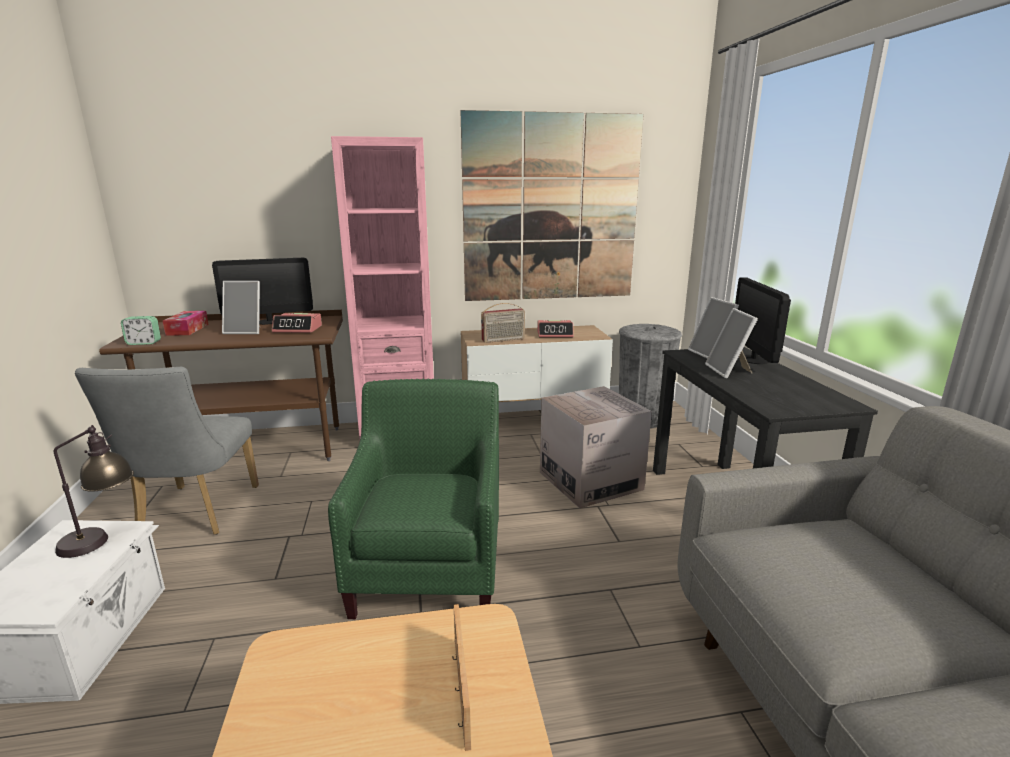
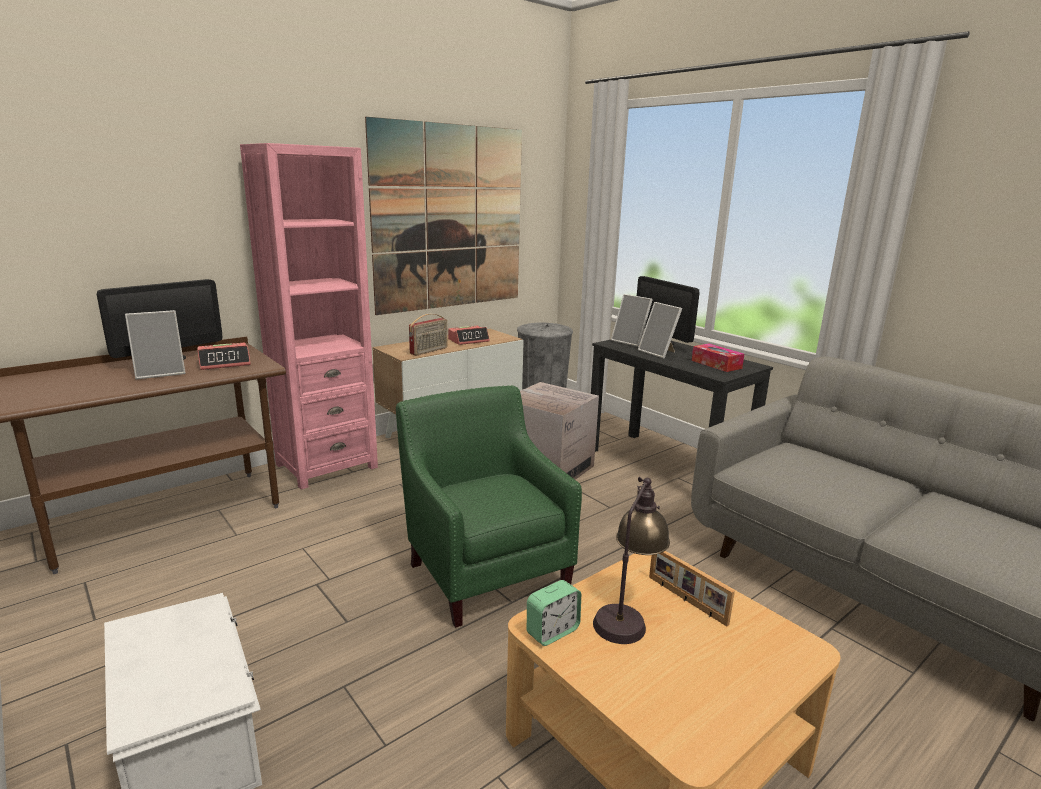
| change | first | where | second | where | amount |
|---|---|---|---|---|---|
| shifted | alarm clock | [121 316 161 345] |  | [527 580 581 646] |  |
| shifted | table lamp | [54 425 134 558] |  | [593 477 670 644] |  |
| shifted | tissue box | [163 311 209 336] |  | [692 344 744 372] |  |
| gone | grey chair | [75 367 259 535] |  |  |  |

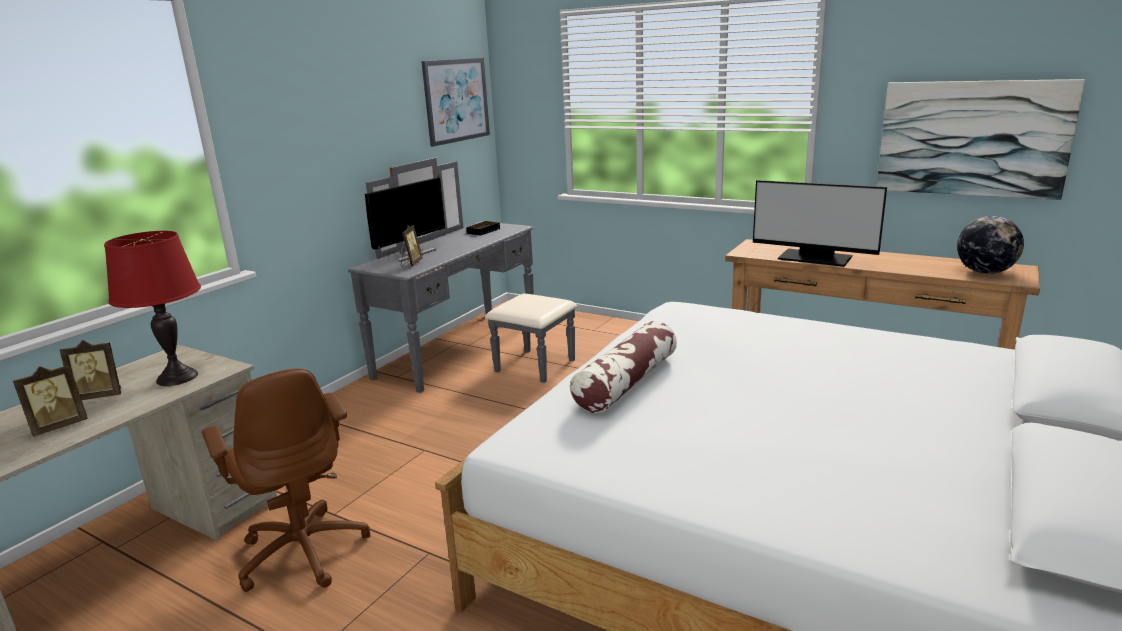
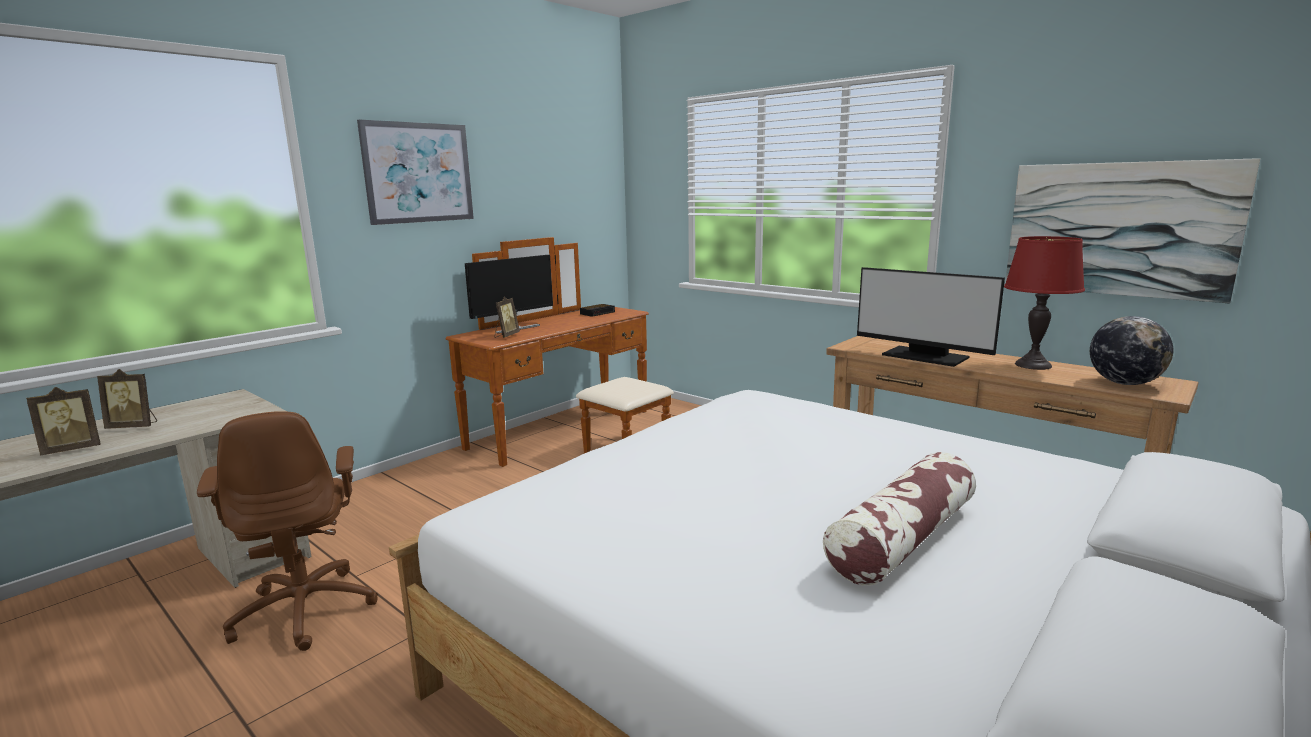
| change | first | where | second | where | amount |
|---|---|---|---|---|---|
| shifted | picture | [421 58 490 147] |  | [357 120 474 225] |  |
| repainted | grey dresser | [348 158 577 393] | brown dresser | [446 237 674 467] |  |
| shifted | pillow | [570 321 677 413] |  | [823 452 976 586] |  |
| shifted | red table lamp | [104 231 201 386] |  | [1004 236 1085 370] |  |

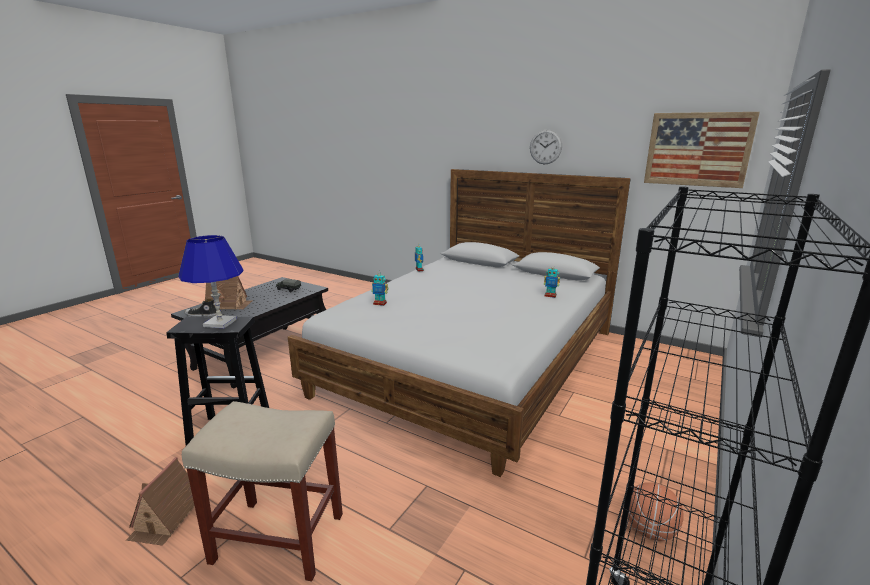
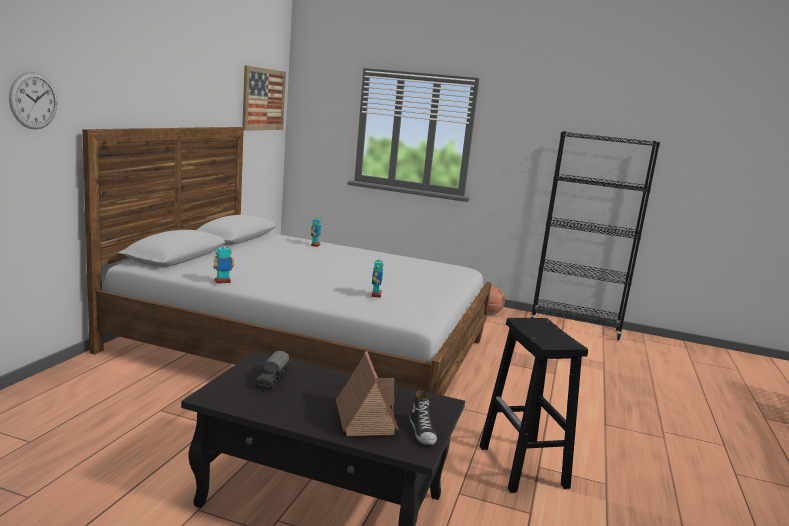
| change | first | where | second | where | amount |
|---|---|---|---|---|---|
| shifted | wall clock | [530 130 562 164] |  | [9 72 57 129] |  |
| gone | toy house | [126 457 195 546] |  |  |  |
| gone | blue table lamp | [179 235 244 328] |  |  |  |
| gone | beige stool | [182 401 343 581] |  |  |  |

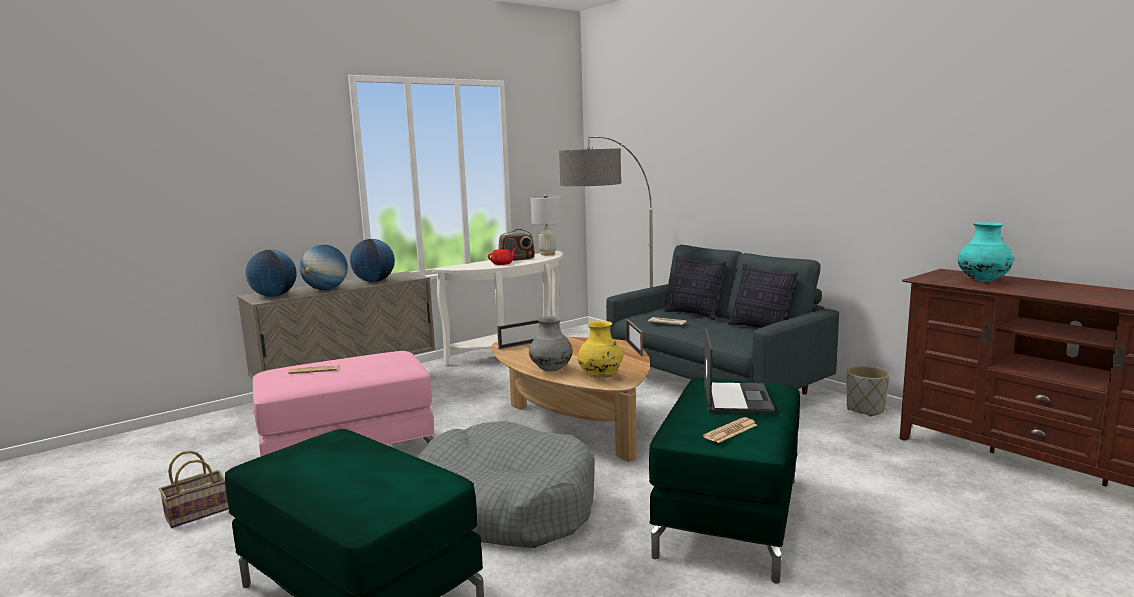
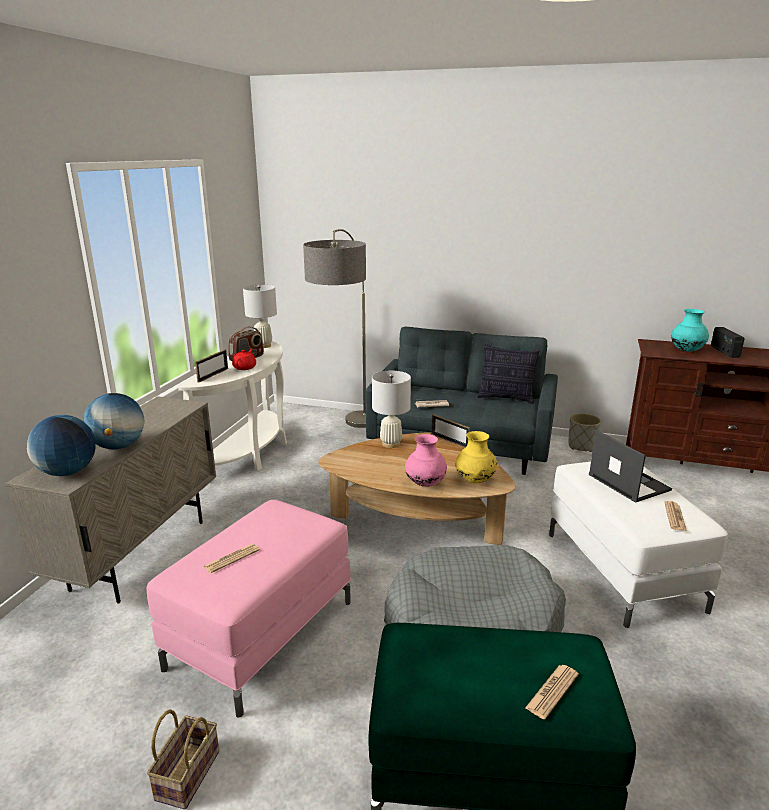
| change | first | where | second | where | amount |
|---|---|---|---|---|---|
| shifted | picture frame | [497 319 540 350] |  | [195 349 228 383] |  |
| new |  |  | white table lamp | [372 371 411 448] |  |
| repainted | grey vase | [529 316 573 371] | pink vase | [405 434 447 487] |  |
| new |  |  | newspaper | [525 665 579 719] |  |
| repainted | green ottoman | [649 377 800 584] | white ottoman | [549 462 728 628] |  |
| new |  |  | radio | [711 327 745 358] |  |
| gone | globe | [350 239 395 282] |  |  |  |
| gone | pillow | [664 255 726 320] |  |  |  |

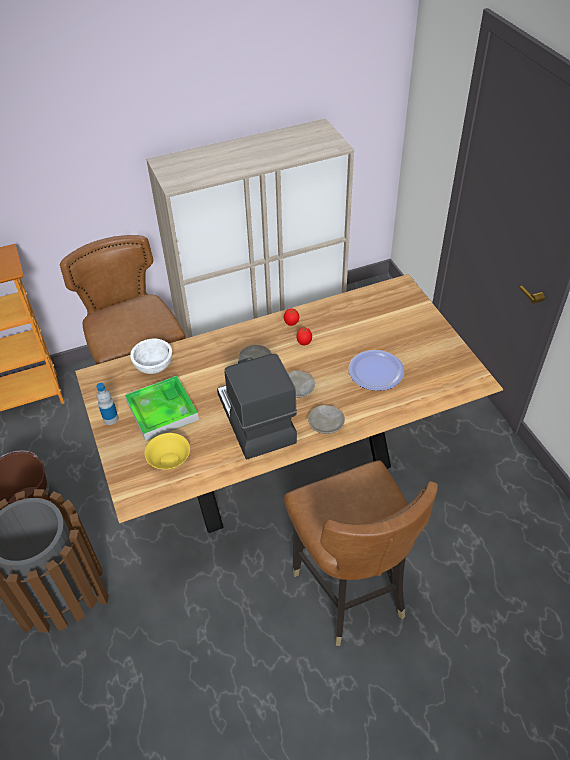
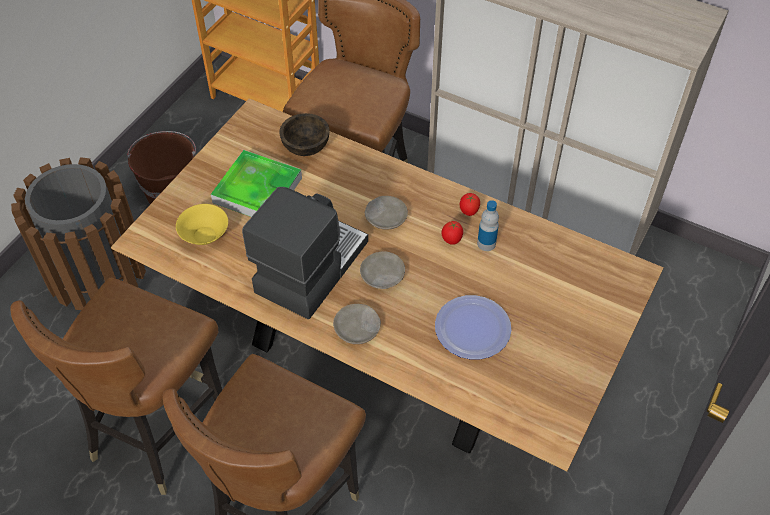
| change | first | where | second | where | amount |
|---|---|---|---|---|---|
| new |  |  | brown chair | [10 278 222 495] |  |
| repainted | white bowl | [130 339 172 374] | brown bowl | [279 113 330 156] |  |
| shifted | bottle | [96 383 119 425] |  | [477 200 499 251] |  |

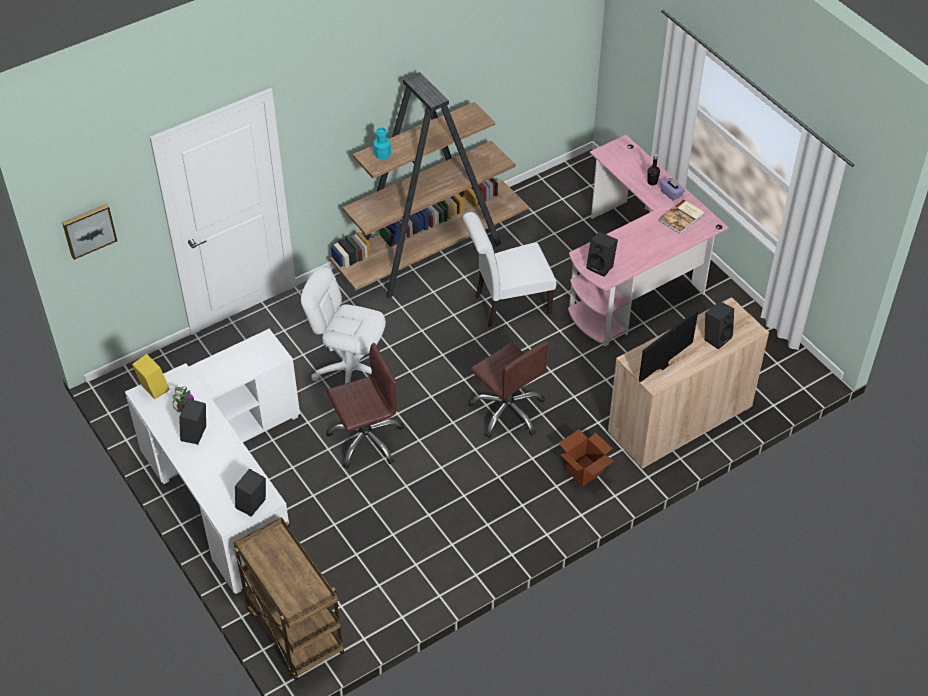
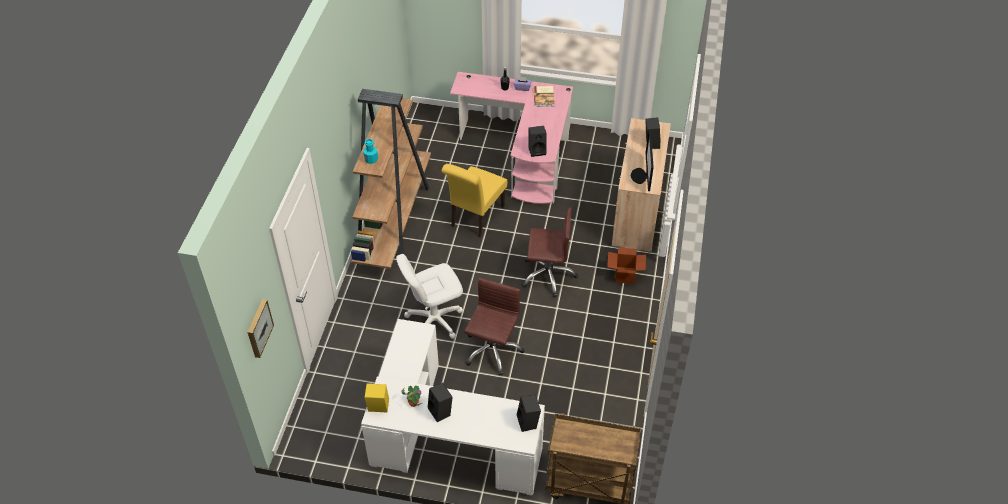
| change | first | where | second | where | amount |
|---|---|---|---|---|---|
| repainted | white chair | [463 212 557 327] | yellow chair | [442 164 507 238] |  |

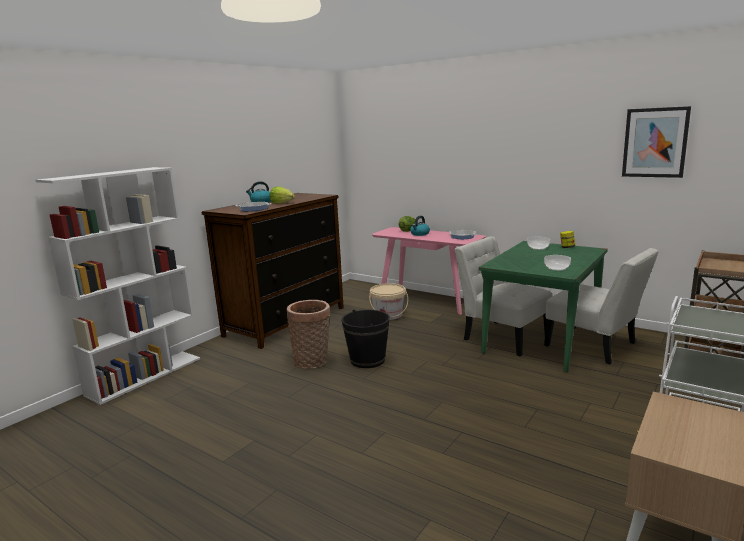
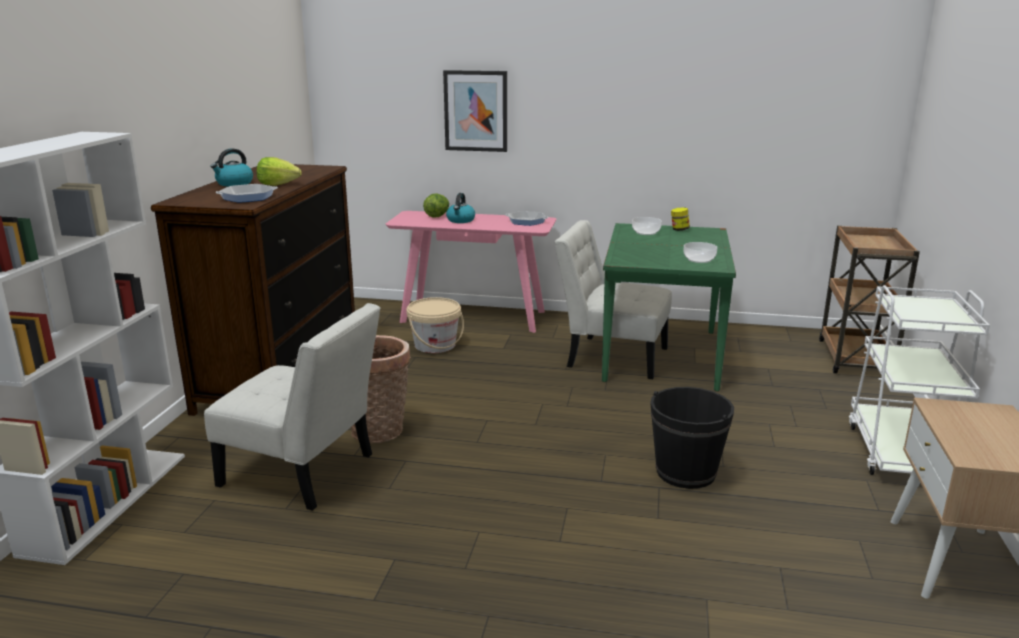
| change | first | where | second | where | amount |
|---|---|---|---|---|---|
| shifted | white chair | [544 248 659 364] |  | [204 303 380 511] |  |
| shifted | picture | [622 106 691 178] |  | [443 70 507 152] |  |
| shifted | black bucket | [342 310 390 368] |  | [650 387 734 489] |  |

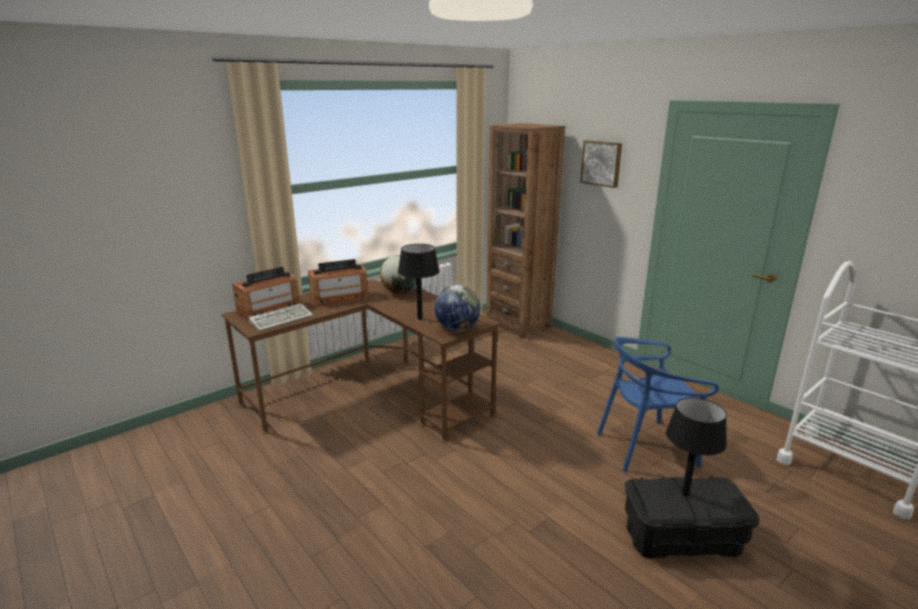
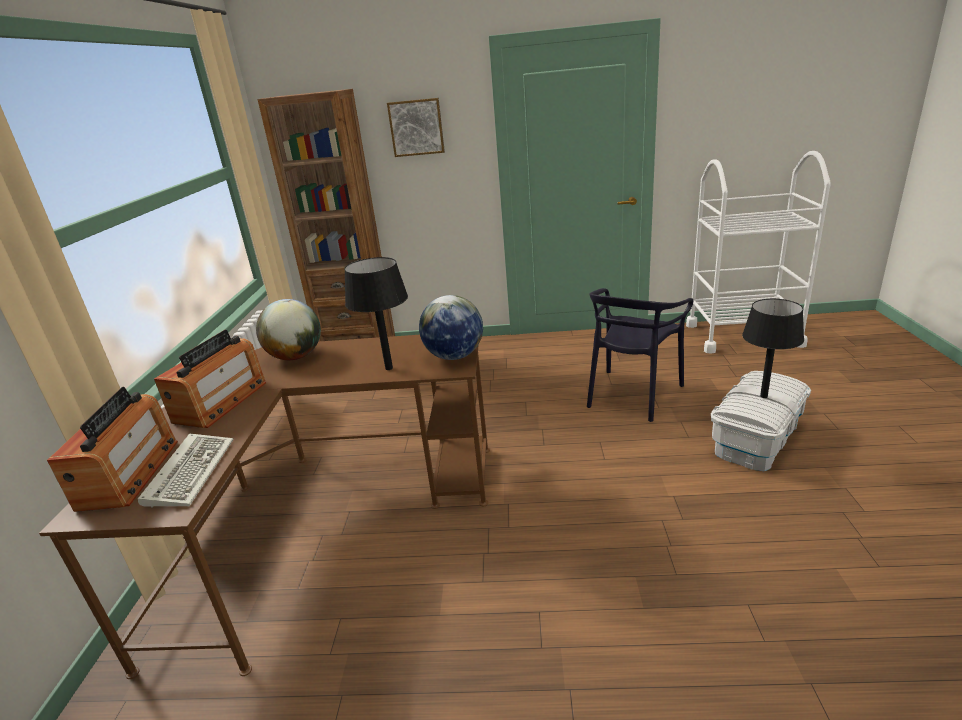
| change | first | where | second | where | amount |
|---|---|---|---|---|---|
| repainted | blue chair | [597 337 719 471] | black chair | [587 288 693 422] |  |
| repainted | black storage box | [625 476 759 559] | white storage box | [711 371 811 471] |  |

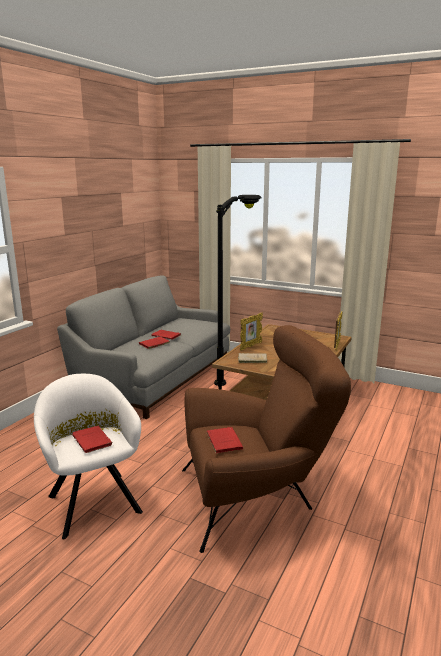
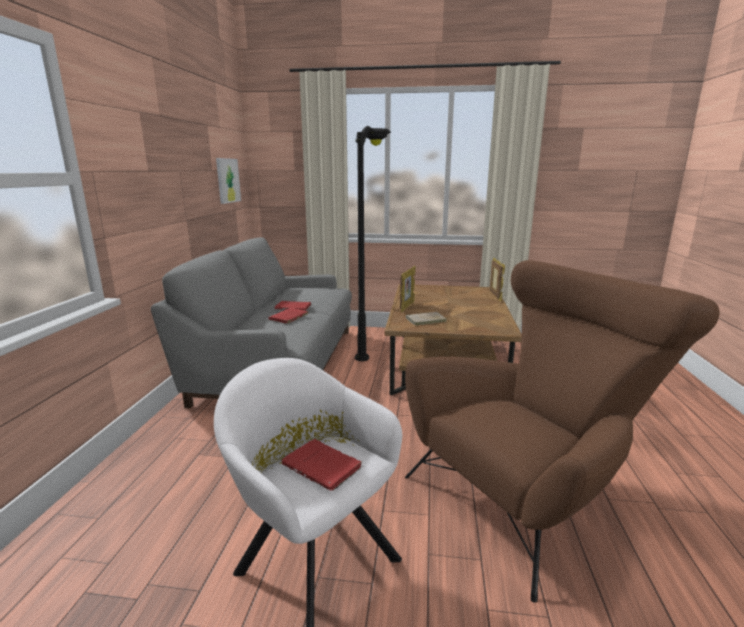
| change | first | where | second | where | amount |
|---|---|---|---|---|---|
| new |  |  | picture | [216 158 241 204] |  |
| gone | red book | [206 427 243 453] |  |  |  |

